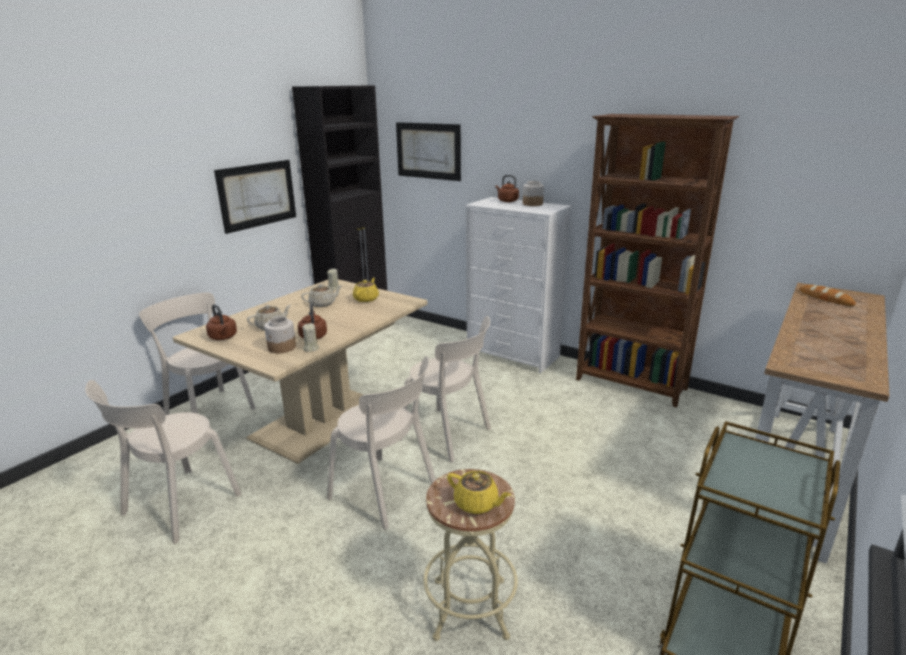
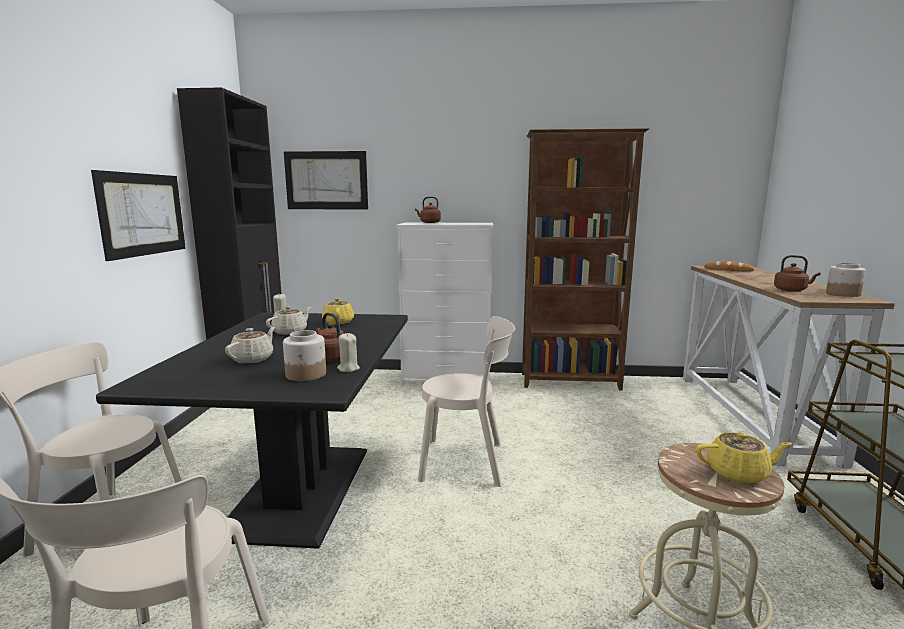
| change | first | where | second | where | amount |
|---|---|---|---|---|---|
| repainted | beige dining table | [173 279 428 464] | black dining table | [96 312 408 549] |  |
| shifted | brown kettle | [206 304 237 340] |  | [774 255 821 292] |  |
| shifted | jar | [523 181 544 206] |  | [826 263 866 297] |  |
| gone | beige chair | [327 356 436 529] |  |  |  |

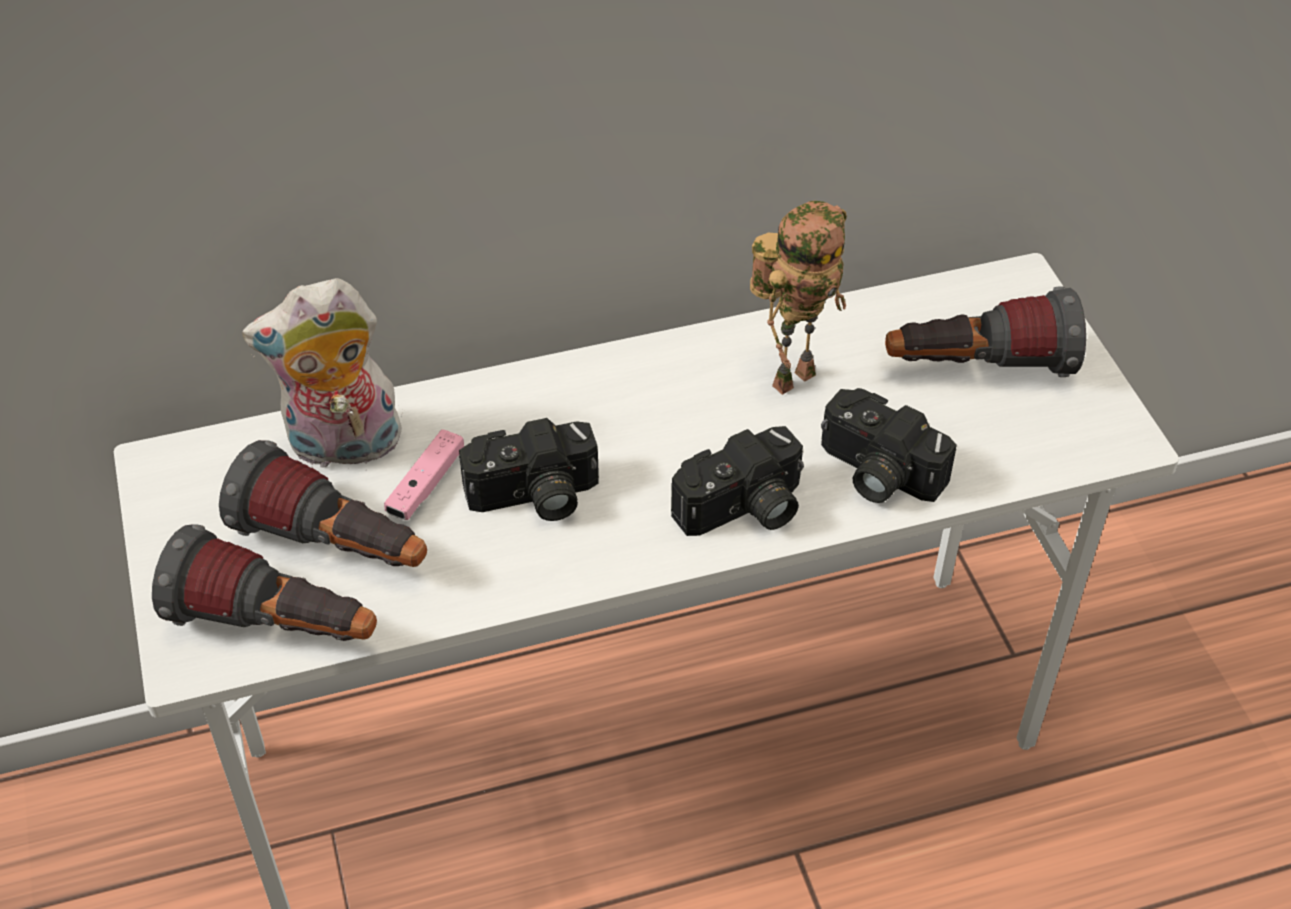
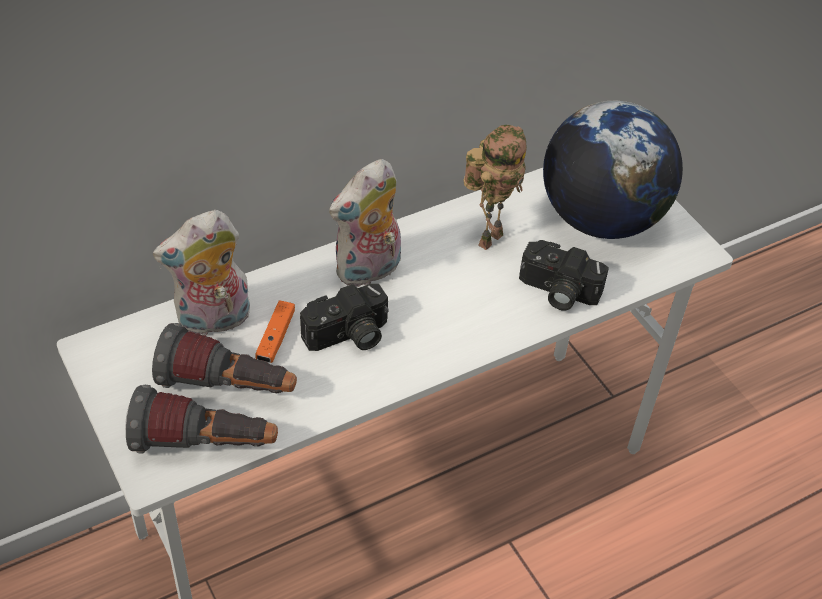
| change | first | where | second | where | amount |
|---|---|---|---|---|---|
| repainted | pink game controller | [384 429 464 520] | orange game controller | [255 301 295 363] |  |
| new |  |  | plush toy | [329 159 401 287] |  |
| swapped | flashlight | [885 286 1086 377] | globe | [543 101 683 239] |  |
| gone | photo camera | [671 426 804 536] |  |  |  |

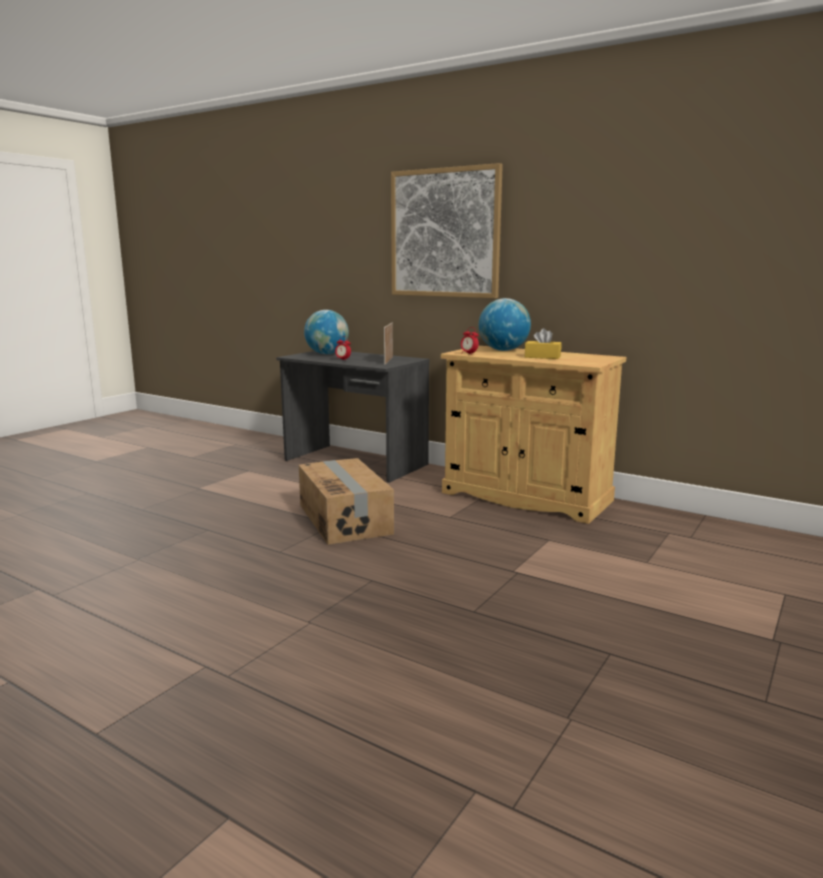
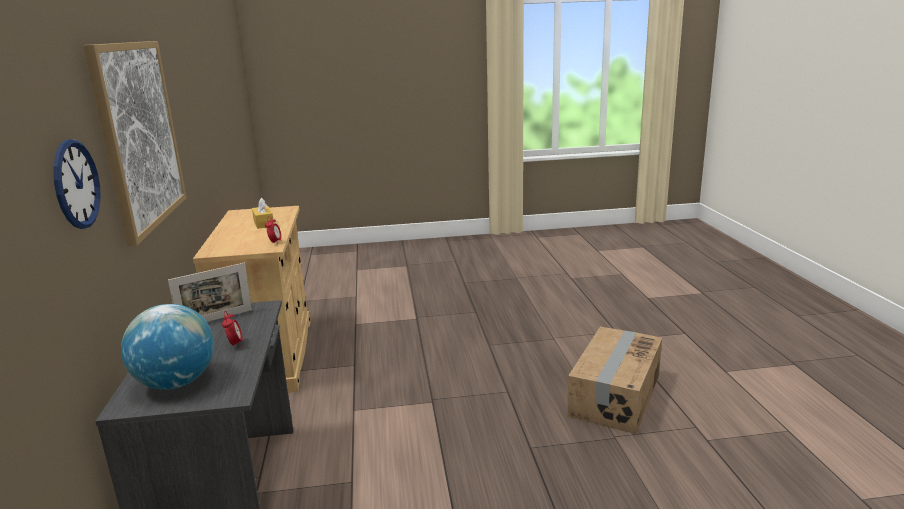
| change | first | where | second | where | amount |
|---|---|---|---|---|---|
| new |  |  | wall clock | [53 140 101 229] |  |
| shifted | cardboard box | [299 458 394 545] |  | [567 327 662 434] |  |
| gone | globe | [479 298 531 351] |  |  |  |

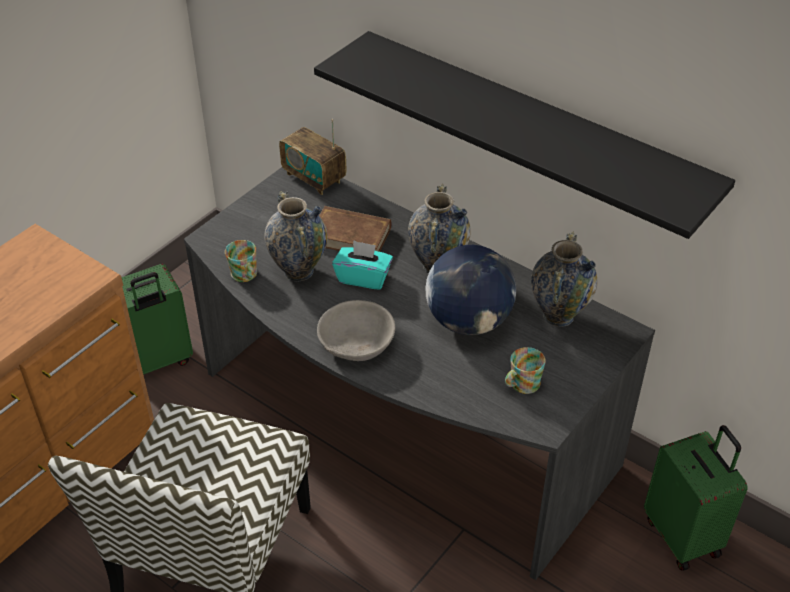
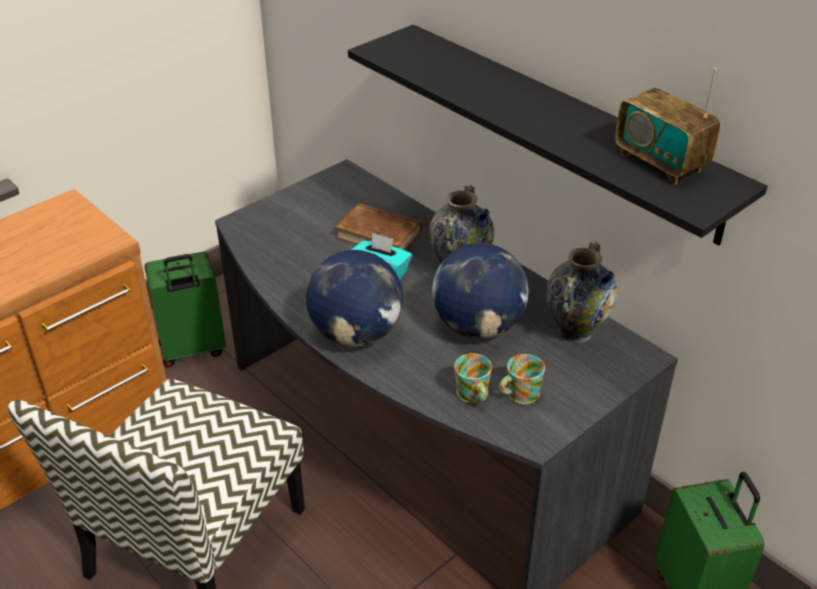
| change | first | where | second | where | amount |
|---|---|---|---|---|---|
| swapped | grey bowl | [317 300 396 361] | globe | [306 250 403 347] |  |
| shifted | mug | [225 240 257 282] |  | [454 353 492 404] |  |
| shifted | radio | [279 119 347 195] |  | [615 68 721 185] |  |
| gone | vase | [264 191 328 282] |  |  |  |

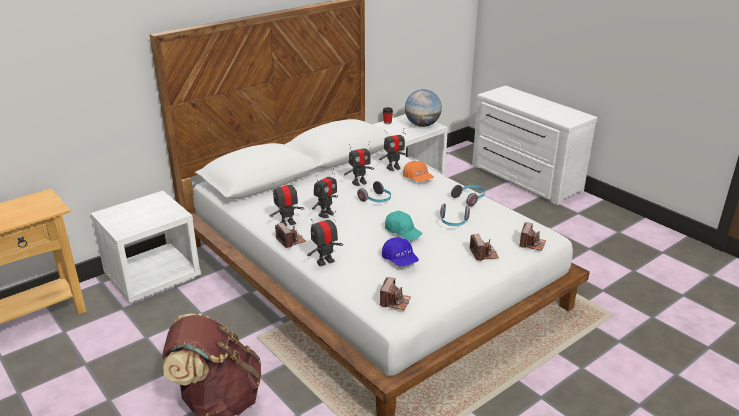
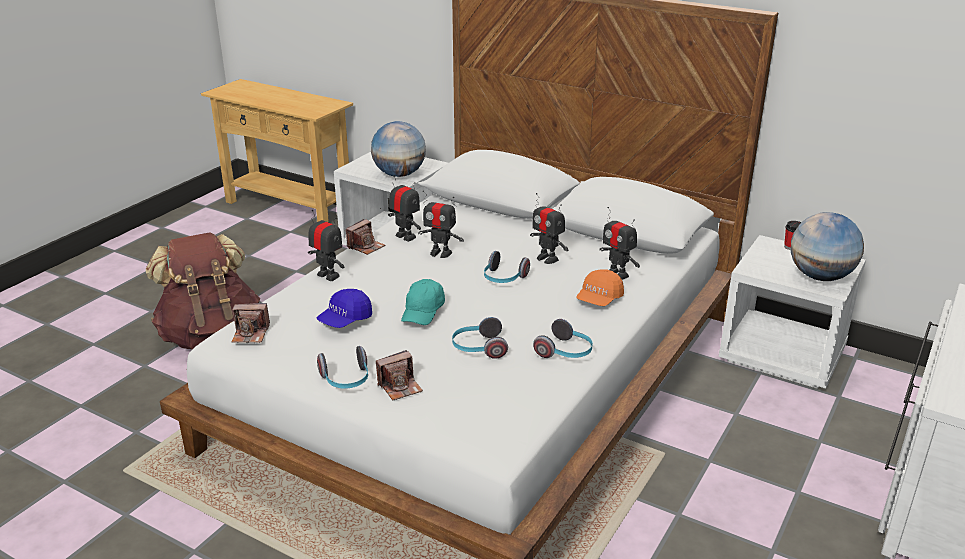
| change | first | where | second | where | amount |
|---|---|---|---|---|---|
| new |  |  | headphones | [317 346 368 389] |  |
| new |  |  | globe | [371 121 426 177] |  |
| gone | photo camera | [519 222 546 251] |  |  |  |

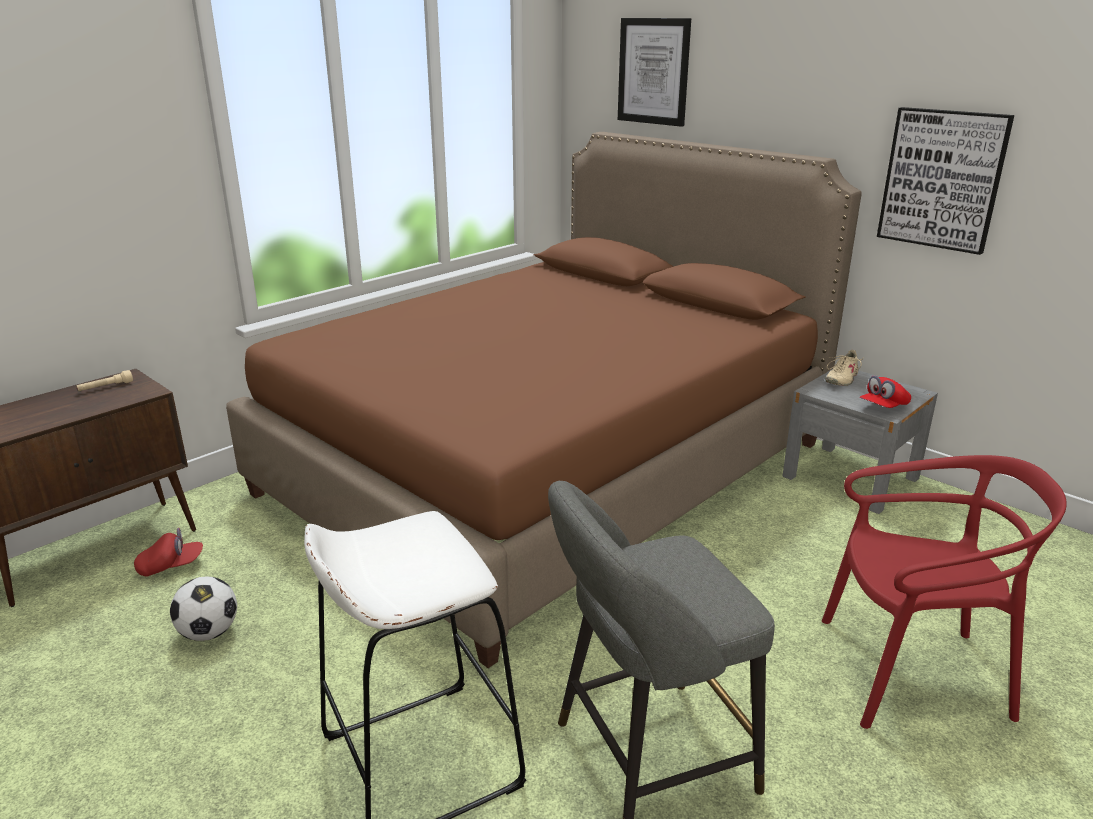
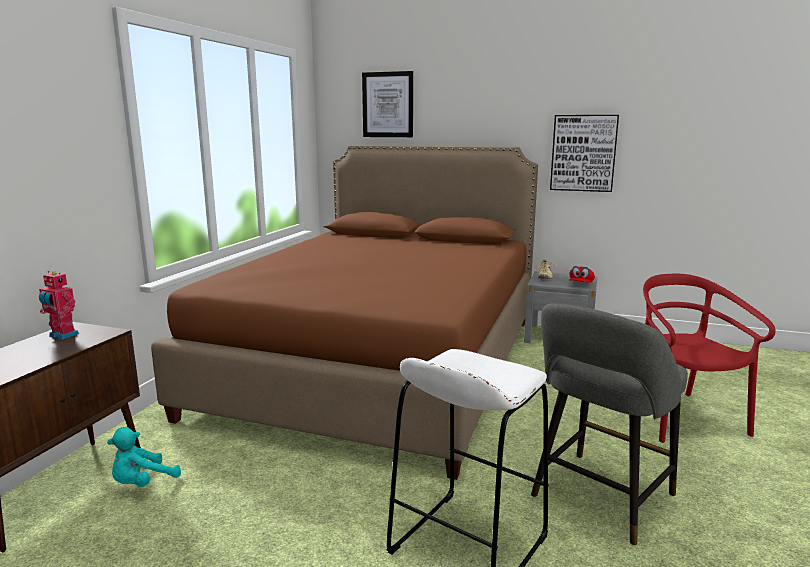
| change | first | where | second | where | amount |
|---|---|---|---|---|---|
| swapped | beige flashlight | [76 370 133 391] | toy robot | [39 271 79 340] |  |
| swapped | red cap | [134 528 203 577] | turquoise plush toy | [107 427 181 487] |  |
| rotated | red chair | [822 455 1067 729] |  | [643 274 776 443] | 75 degrees counterclockwise |
| gone | football | [170 577 237 641] |  |  |  |

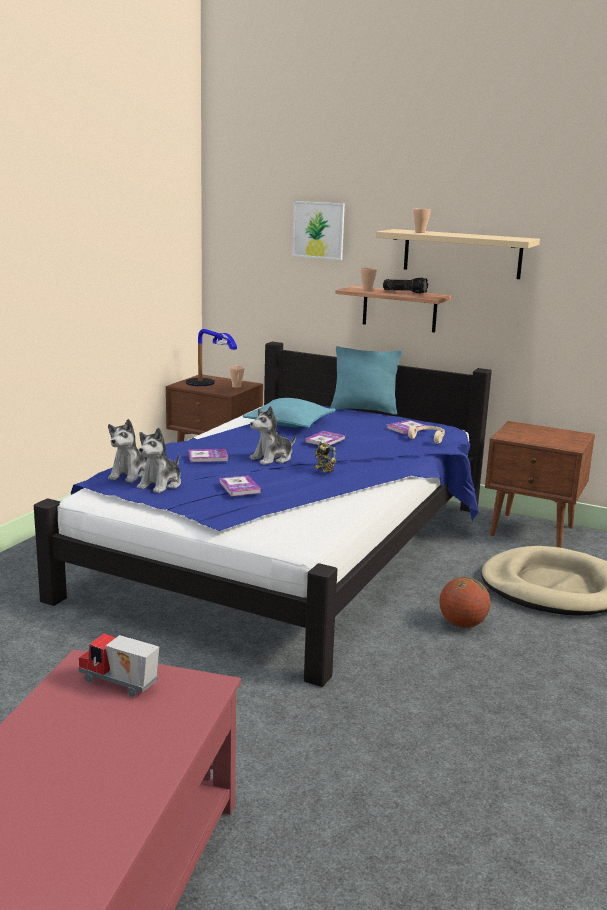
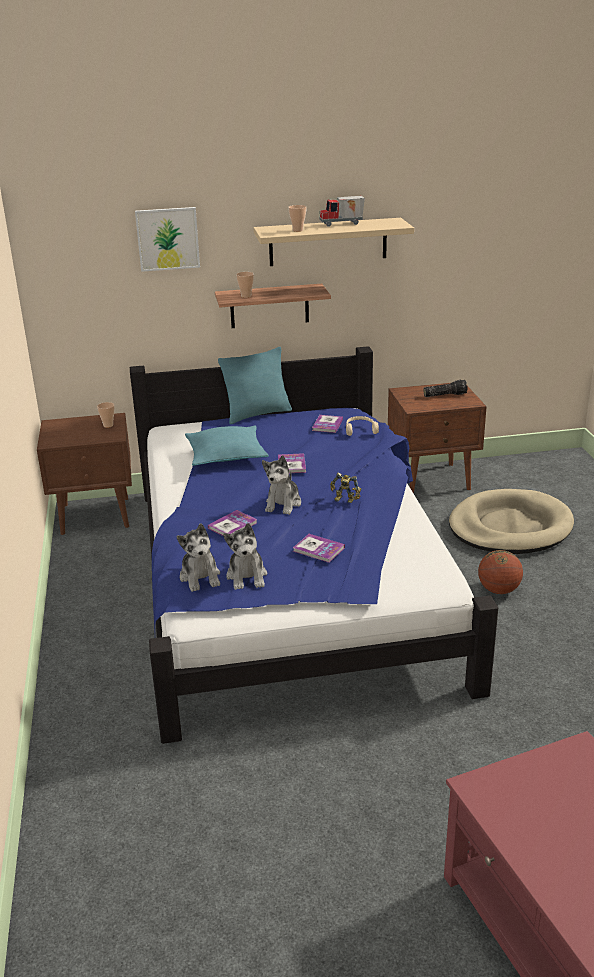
| change | first | where | second | where | amount |
|---|---|---|---|---|---|
| shifted | toy truck | [78 633 159 697] |  | [319 196 365 227] |  |
| shifted | flashlight | [383 278 428 294] |  | [423 380 468 397] |  |
| gone | table lamp | [186 329 237 386] |  |  |  |

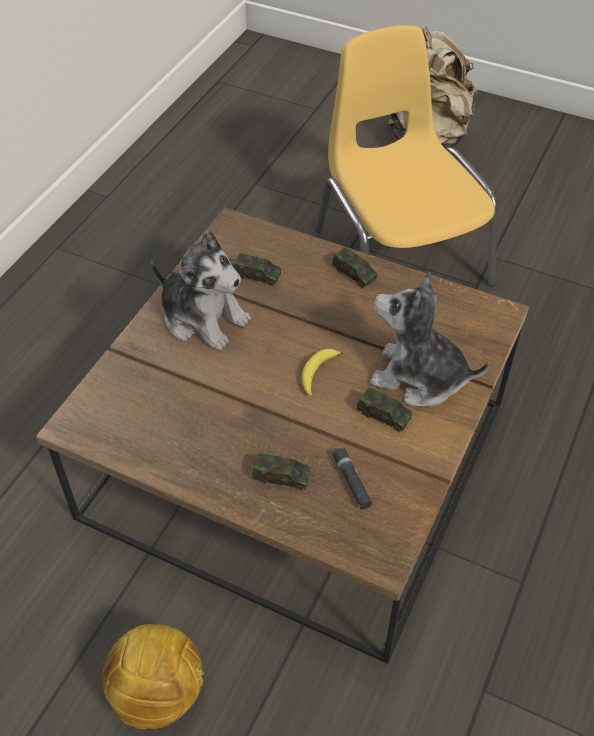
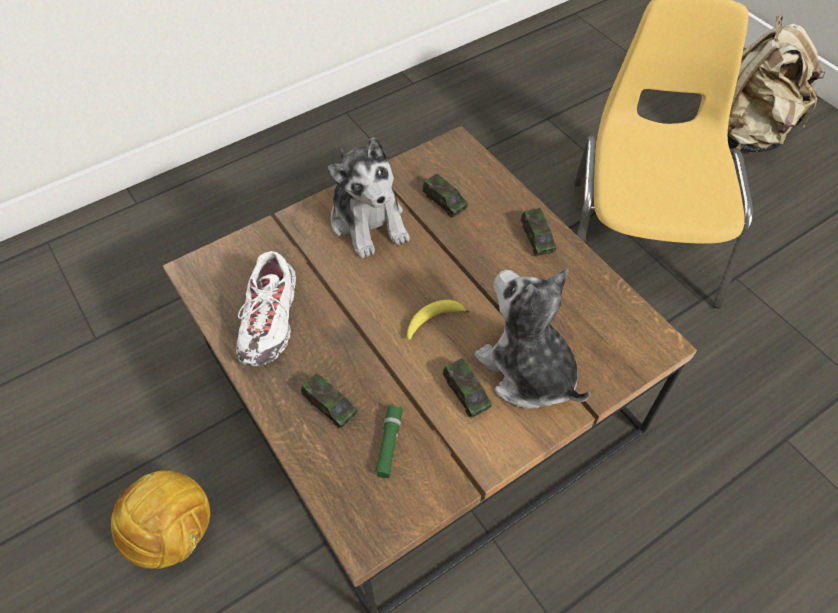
| change | first | where | second | where | amount |
|---|---|---|---|---|---|
| new |  |  | white shoe | [236 251 296 366] |  |
| repainted | black flashlight | [332 447 372 510] | green flashlight | [375 404 403 478] |  |

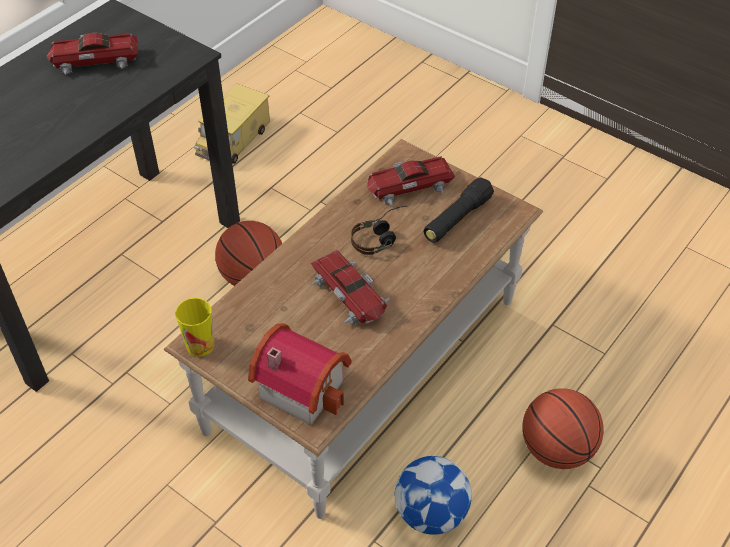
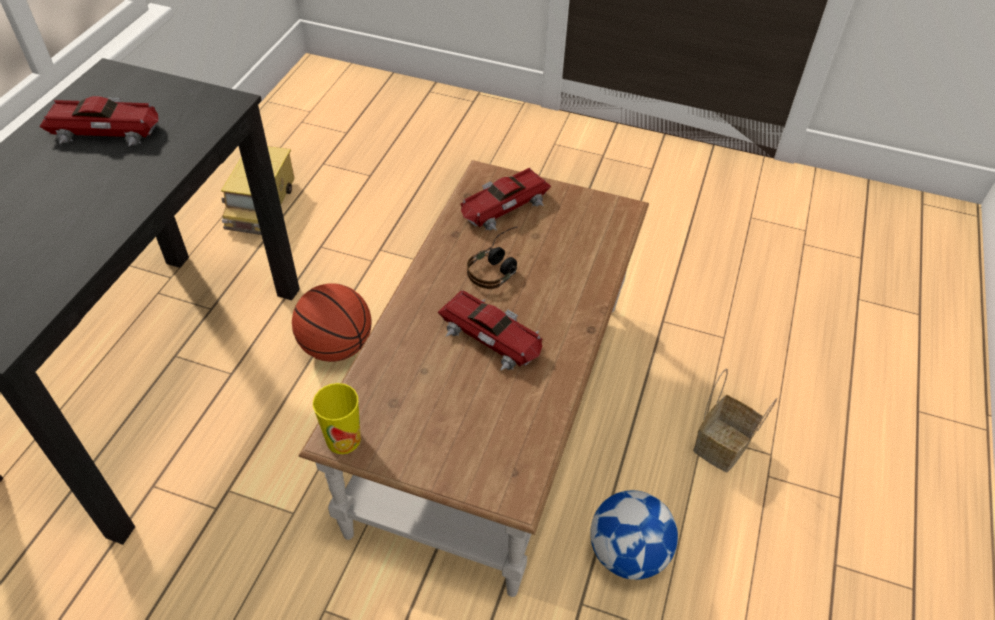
| change | first | where | second | where | amount |
|---|---|---|---|---|---|
| rotated | toy car | [47 32 138 75] |  | [39 96 159 146] | 150 degrees counterclockwise |
| swapped | basketball | [522 388 604 469] | basket | [693 369 778 472] |  |
| gone | toy house | [248 323 352 425] |  |  |  |
| gone | black flashlight | [424 177 494 242] |  |  |  |

